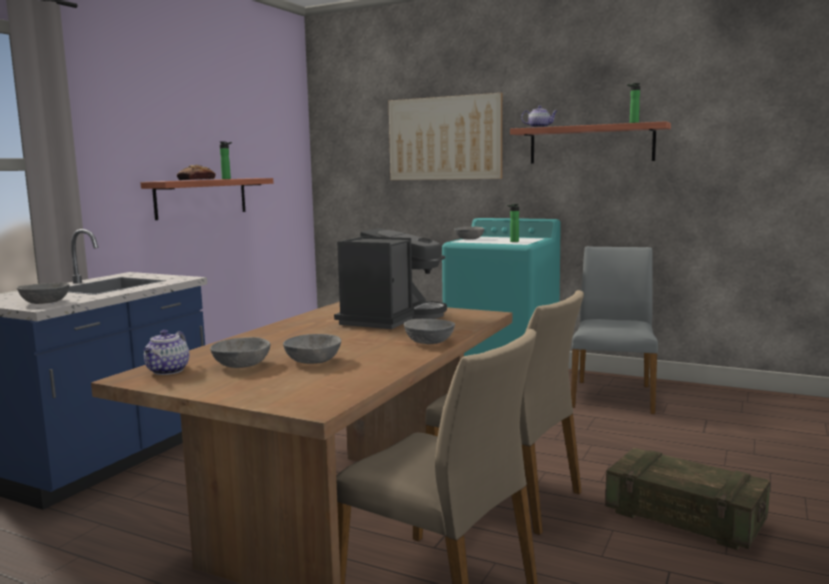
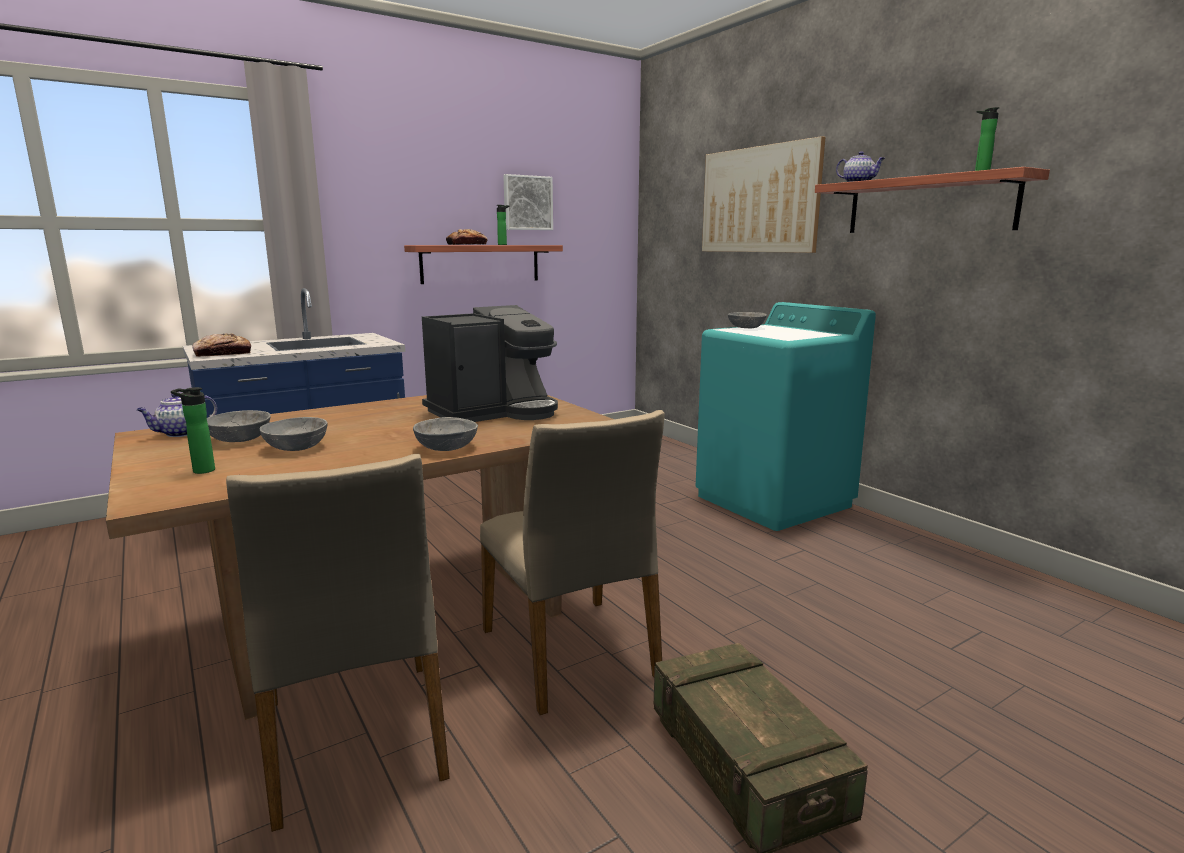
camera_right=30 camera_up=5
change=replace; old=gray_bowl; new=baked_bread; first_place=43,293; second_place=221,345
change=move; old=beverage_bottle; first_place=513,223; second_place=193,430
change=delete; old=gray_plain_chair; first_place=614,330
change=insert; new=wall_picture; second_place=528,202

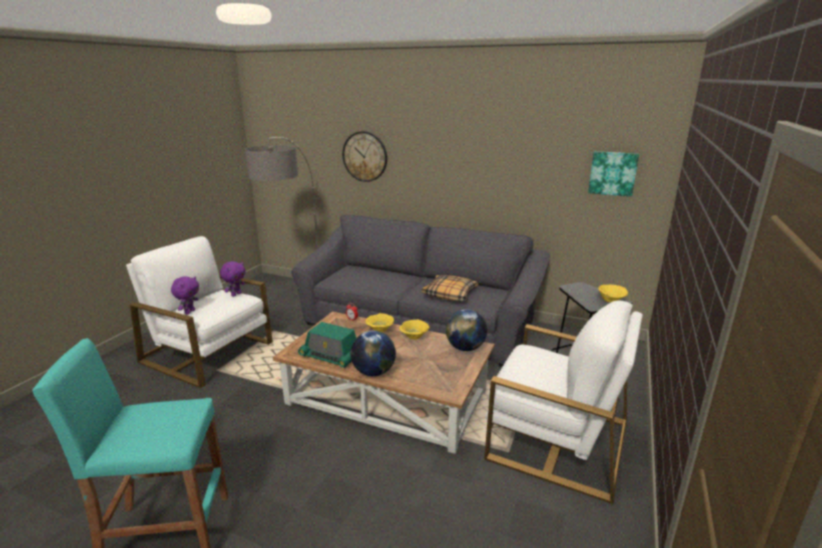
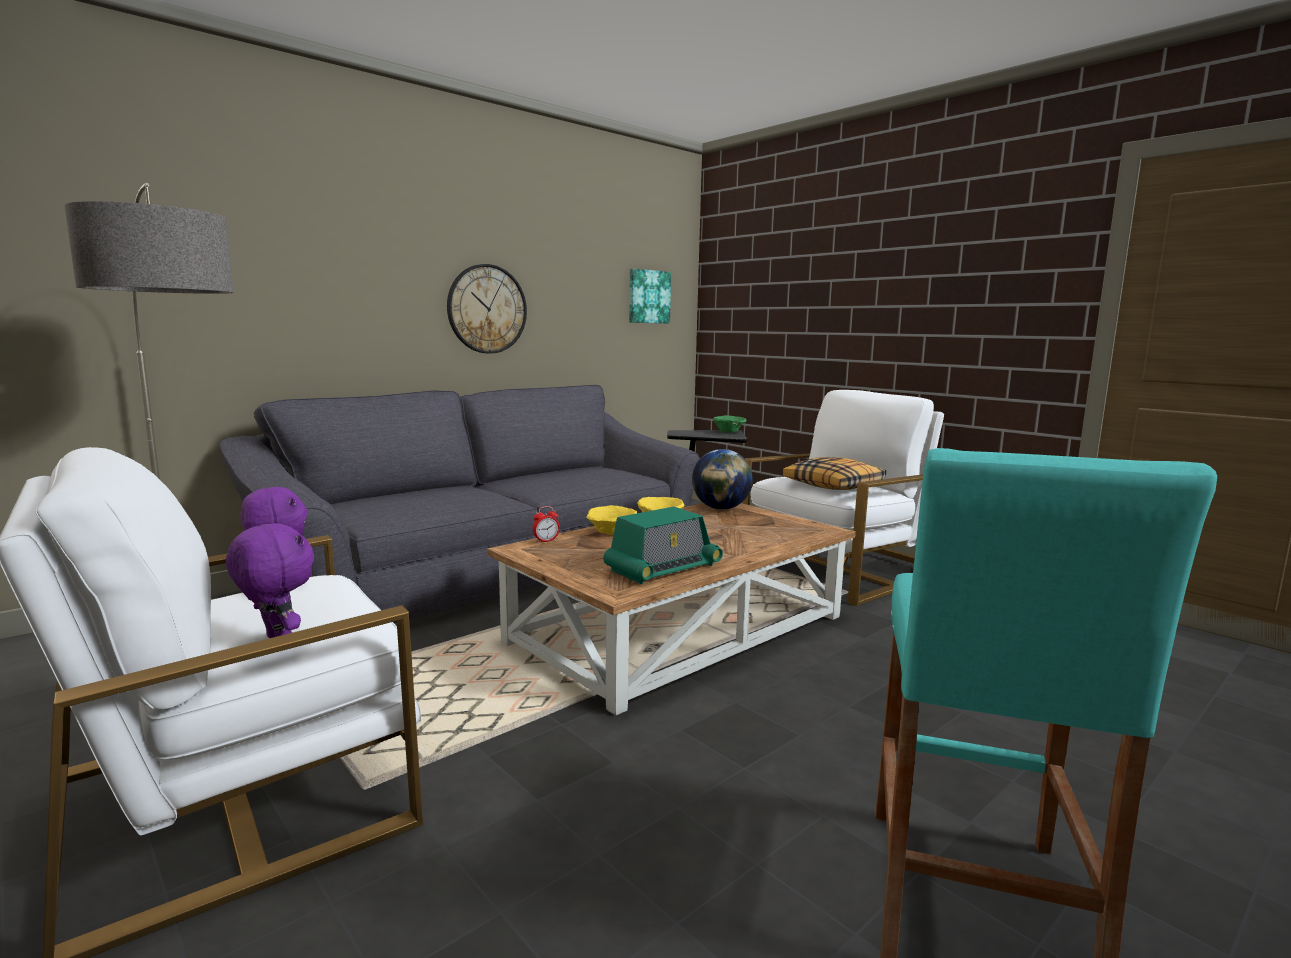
camera_right=-65 camera_up=-10
change=move; old=clock_on_the_wall; first_place=364,156; second_place=487,309
change=delete; old=desk_globe; first_place=373,353
change=move; old=pillow; first_place=450,288; second_place=834,473
change=recolor; old=yellow-coloured_bowl; new=greenish_bowl; first_place=613,293; second_place=729,424

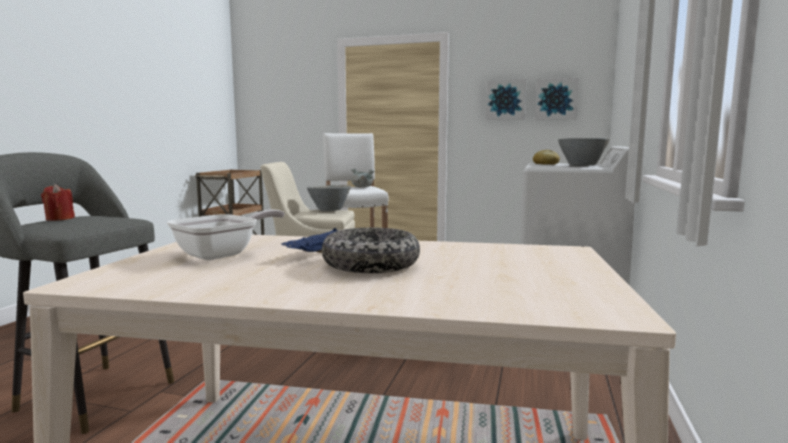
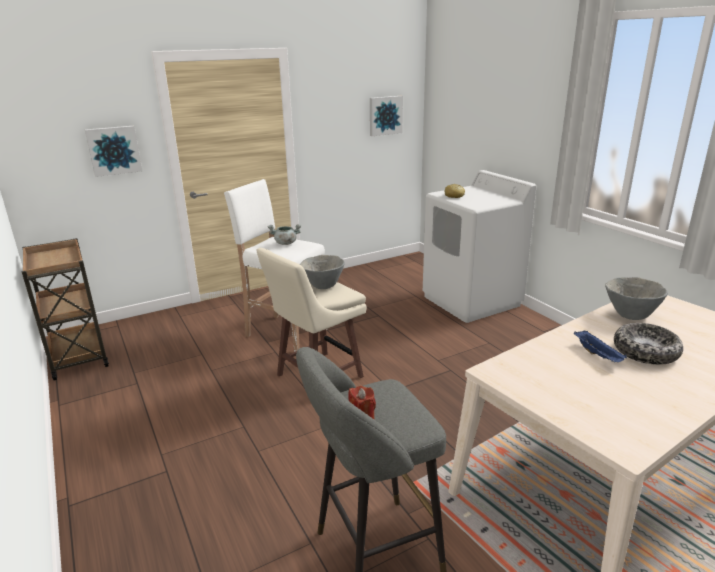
camera_right=-45 camera_up=15
change=delete; old=skillet; first_place=226,235
change=move; old=wall_picture; first_place=506,99; second_place=113,151
change=move; old=gray_bowl; first_place=583,152; second_place=636,298

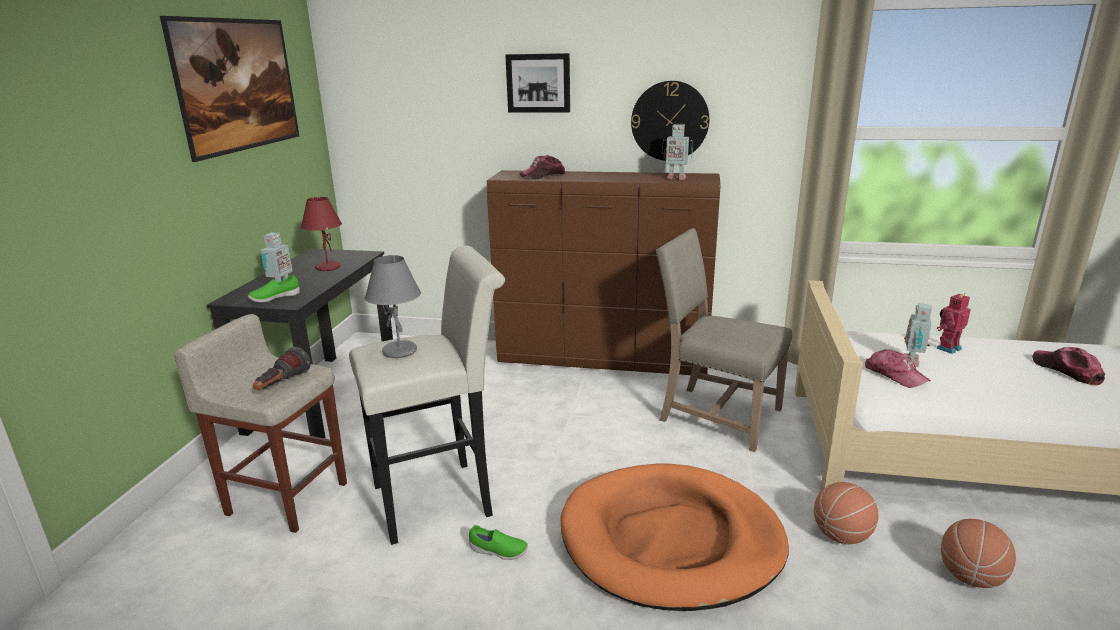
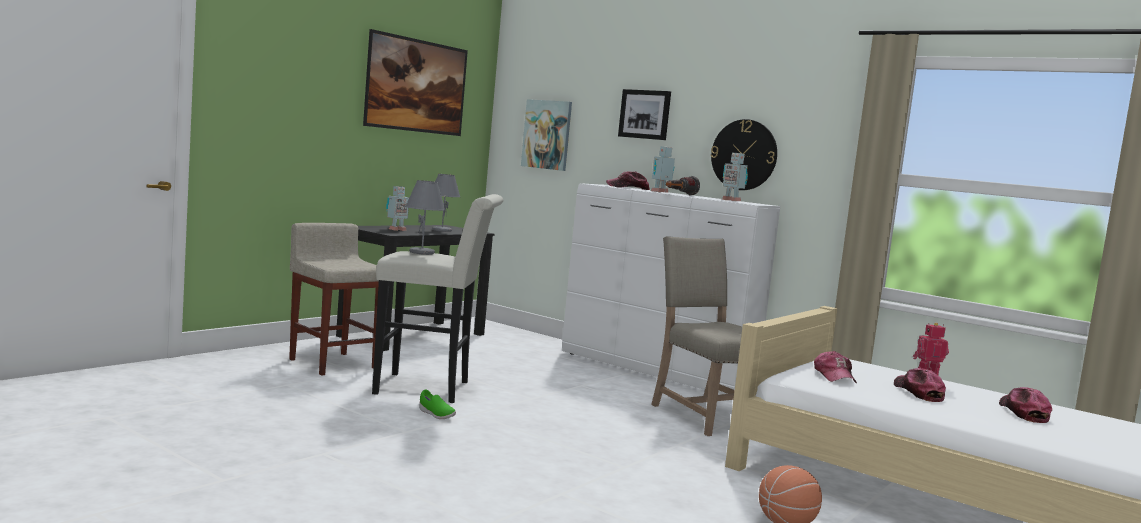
camera_right=25 camera_up=-15
change=delete; old=greenish_shoe; first_place=274,289
change=move; old=flashlight; first_place=282,368; second_place=683,185
change=recolor; old=red_table_lamp; new=gray_table_lamp; first_place=321,234; second_place=446,203
change=recolor; old=brown_drawer_chest; new=whitish_drawer_chest; first_place=604,272; second_place=671,288
change=delete; old=orange_pet_bed; first_place=674,537
change=delete; old=ball_for_basketball; first_place=846,513
change=move; old=toy_robot; first_place=917,335; second_place=663,169
change=insert; new=wall_picture; second_place=546,135
change=insert; new=baseball_cap; second_place=920,385

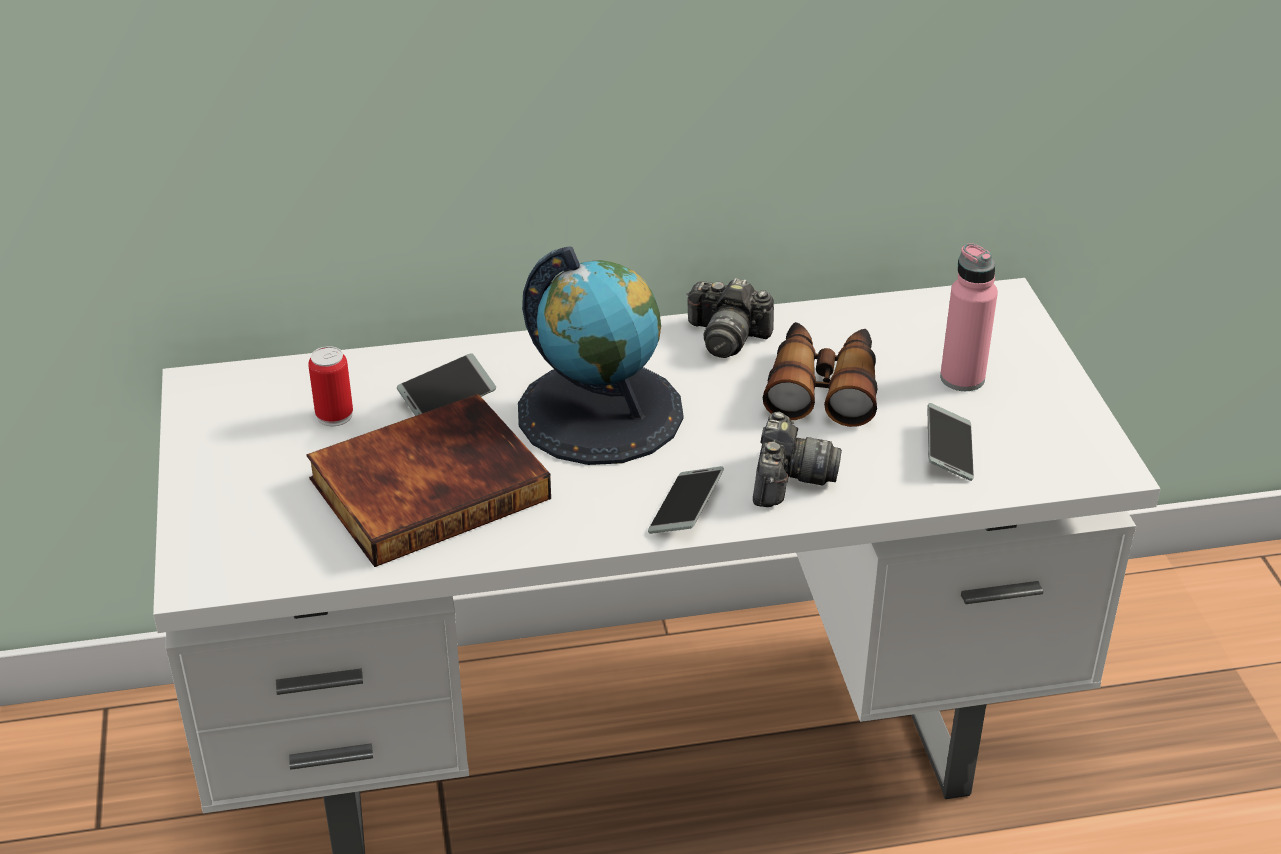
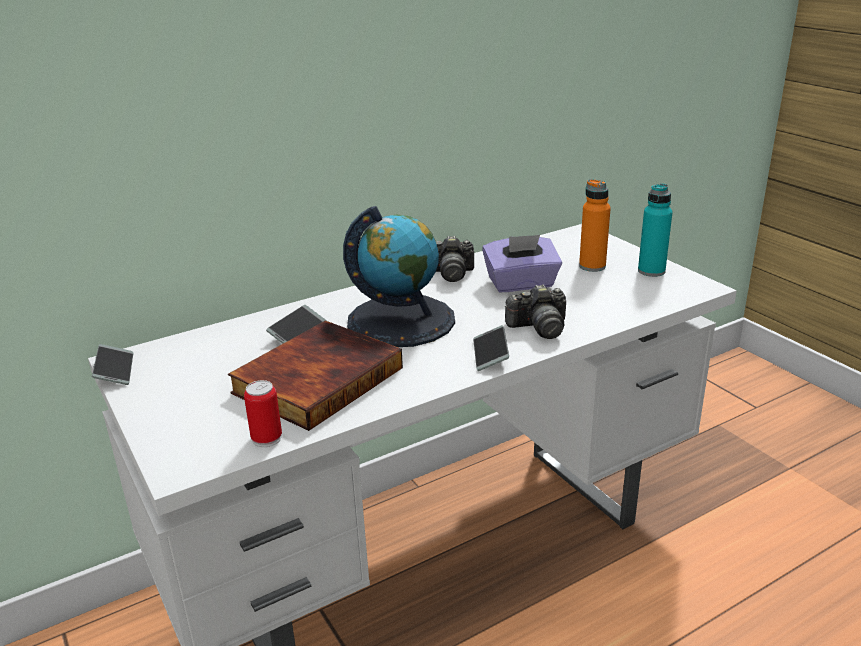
camera_right=-20 camera_up=-10
change=move; old=metal_can; first_place=330,386; second_place=263,413
change=rotate; old=still_camera; first_place=797,459; second_place=535,311; degrees=90
change=replace; old=field_glasses; new=purple-coloured_tissue_box; first_place=820,374; second_place=522,263
change=move; old=handset; first_place=950,442; second_place=112,364
change=recolor; old=pink_beverage_bottle; new=orange_beverage_bottle; first_place=969,317; second_place=595,225
change=insert; new=blue-green_beverage_bottle; second_place=655,230

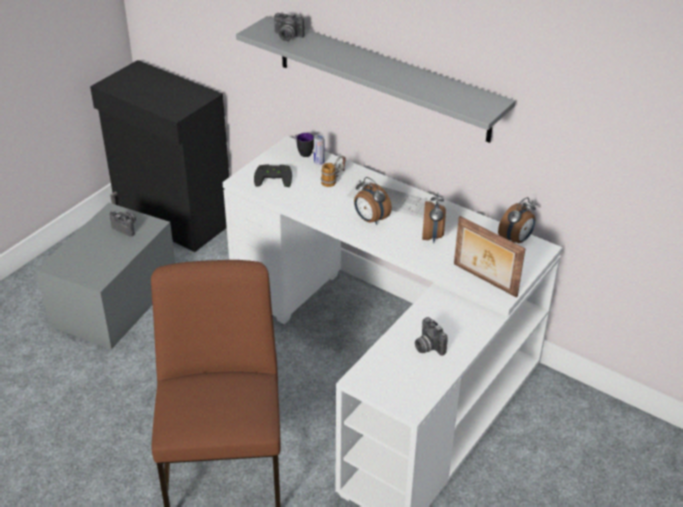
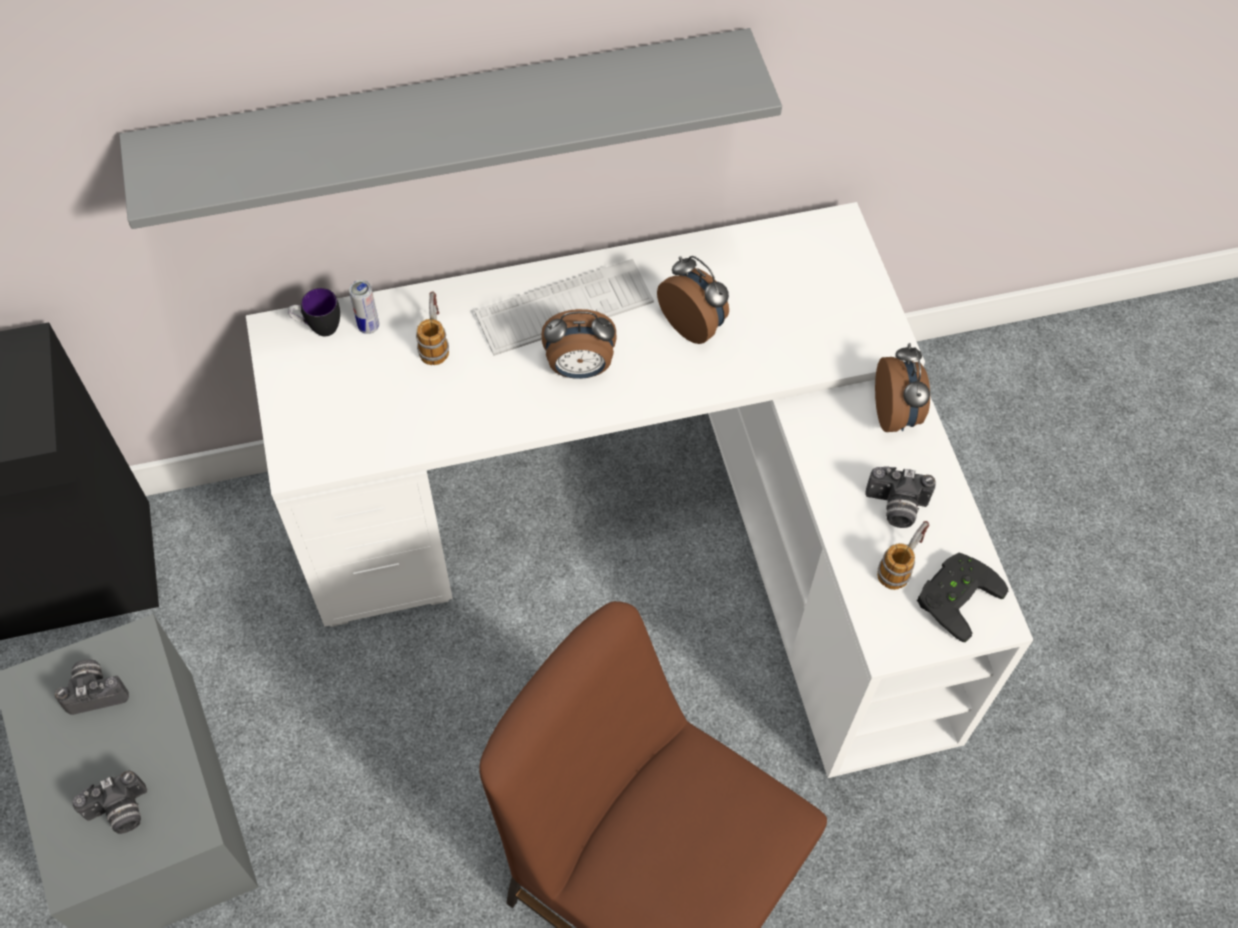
camera_right=-50 camera_up=20
change=move; old=blackish_game_controller; first_place=273,175; second_place=962,597
change=move; old=still_camera; first_place=289,26; second_place=109,802
change=delete; old=photo_frame; first_place=489,257
change=move; old=alarm_clock; first_place=517,220; second_place=902,387
change=insert; new=mug; second_place=903,555

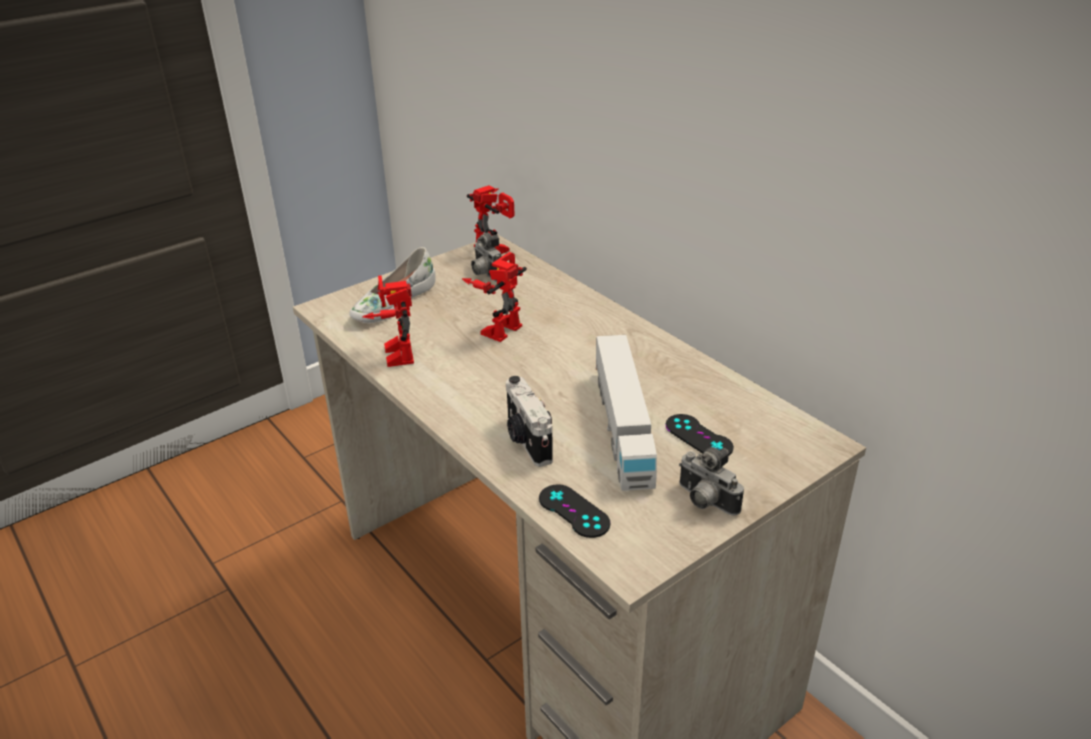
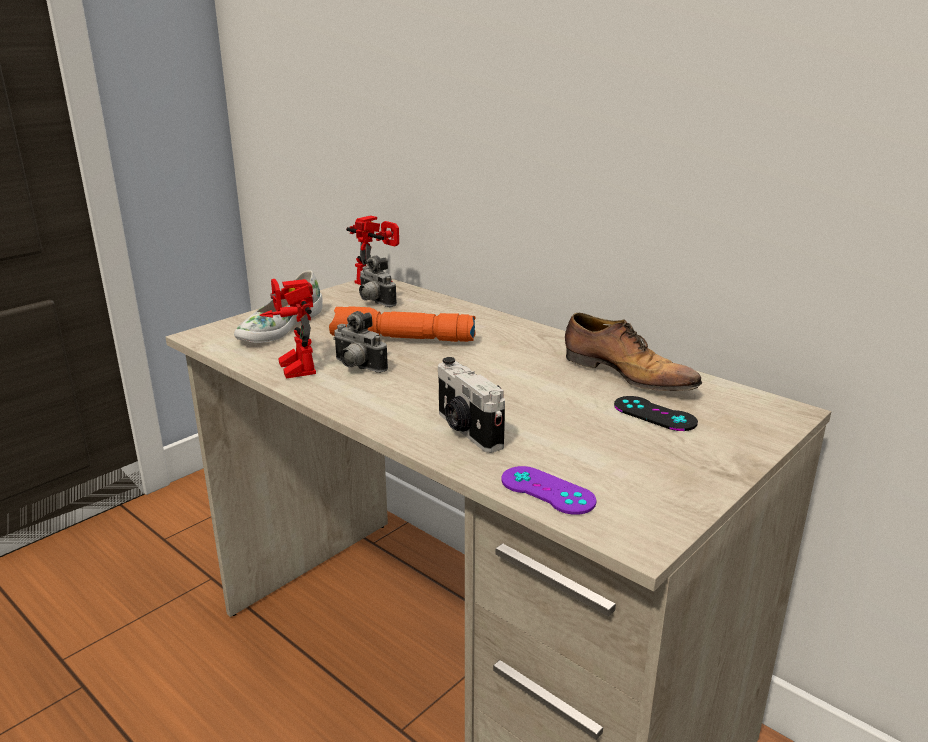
camera_right=-10 camera_up=-10
change=replace; old=toy_robot; new=orange_flashlight; first_place=494,297; second_place=402,324
change=recolor; old=blackish_game_controller; new=purple-coloured_game_controller; first_place=575,511; second_place=548,490
change=delete; old=model_truck; first_place=626,413
change=move; old=still_camera; first_place=711,481; second_place=360,342
change=insert; new=shoe; second_place=633,354

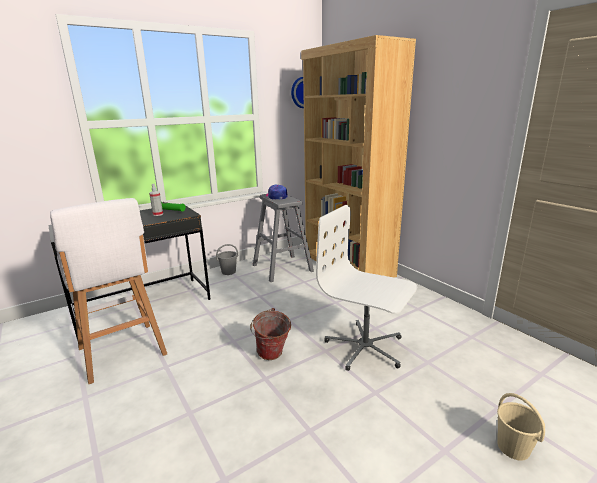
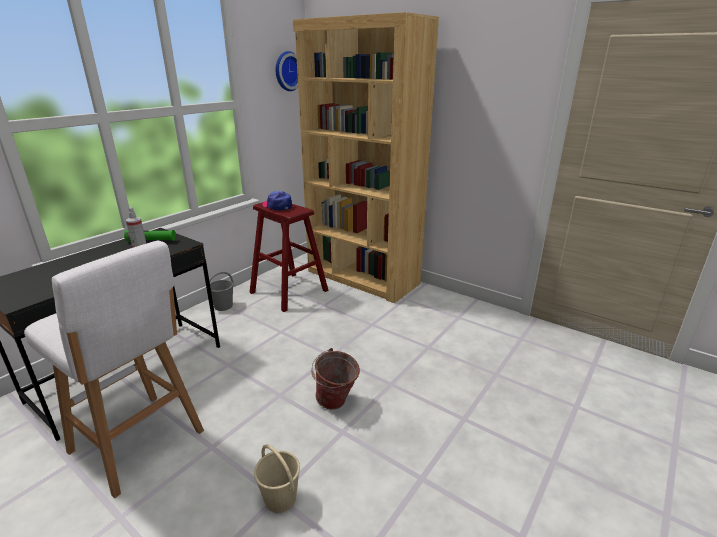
camera_right=-20 camera_up=5
change=recolor; old=gray_stool_seat; new=red_stool_seat; first_place=283,238; second_place=288,257
change=delete; old=whitish_office_chair; first_place=366,288
change=move; old=beige_bucket; first_place=521,427; second_place=277,478

